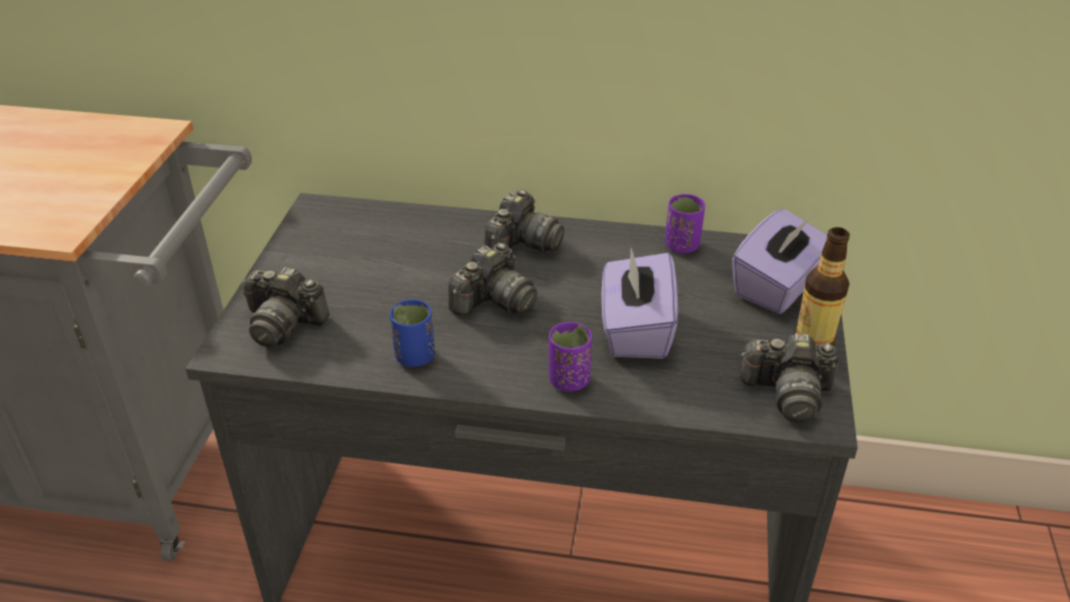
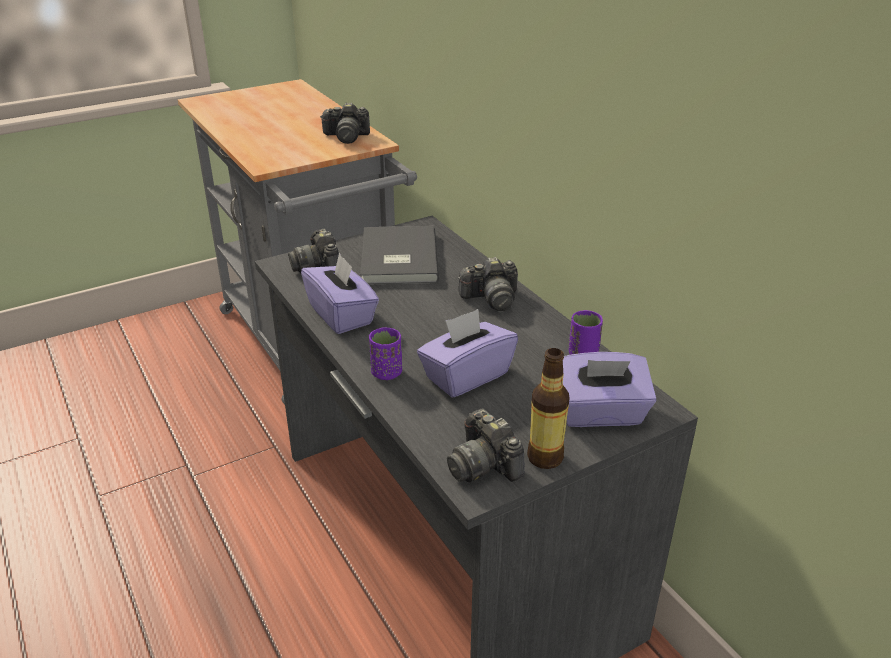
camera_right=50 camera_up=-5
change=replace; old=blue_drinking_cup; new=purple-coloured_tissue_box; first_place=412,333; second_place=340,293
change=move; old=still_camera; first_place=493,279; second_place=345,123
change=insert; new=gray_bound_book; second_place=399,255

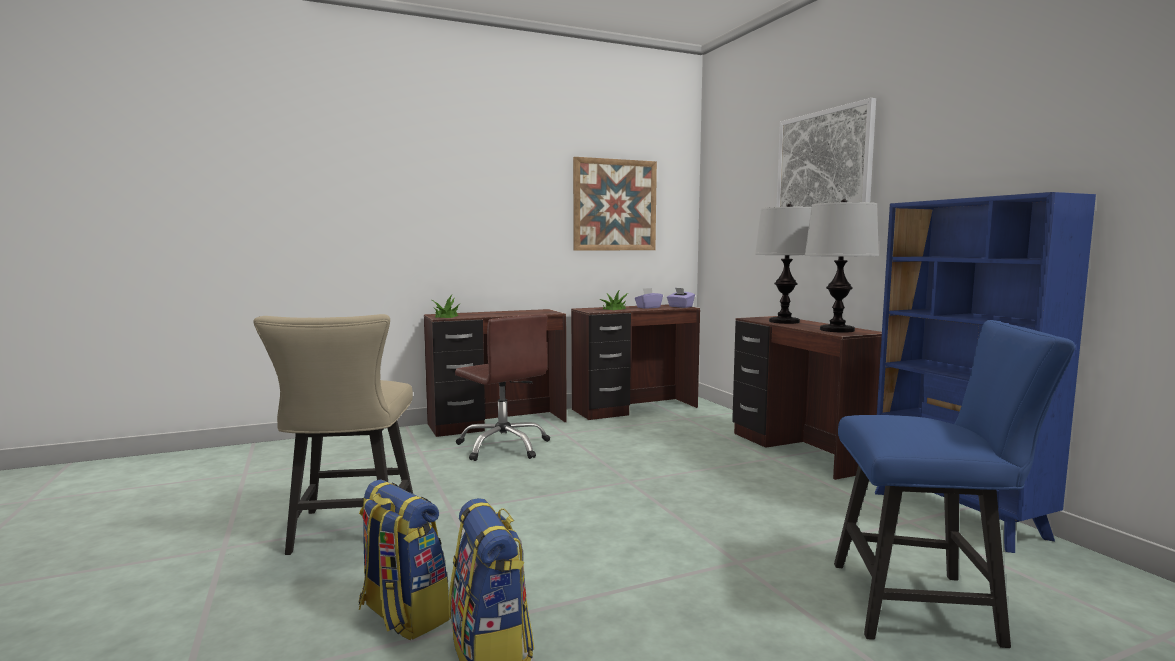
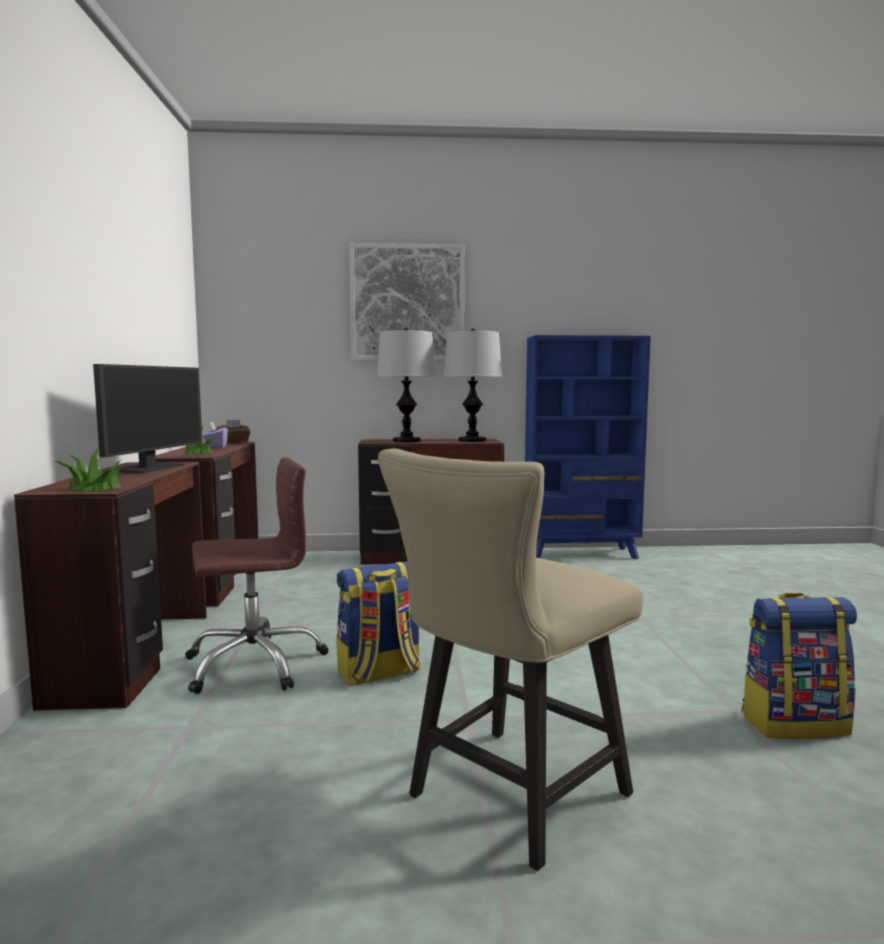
camera_right=-70 camera_up=0
change=rotate; old=beige_plain_chair; first_place=333,434; second_place=510,659; degrees=120
change=move; old=rucksack; first_place=404,559; second_place=378,623
change=delete; old=wall_picture; first_place=615,204
change=recolor; old=purple-coloured_tissue_box; new=brown_tissue_box; first_place=681,298; second_place=233,432
change=delete; old=blue_plain_chair; first_place=955,484
change=insert; new=computer_screen; second_place=147,418

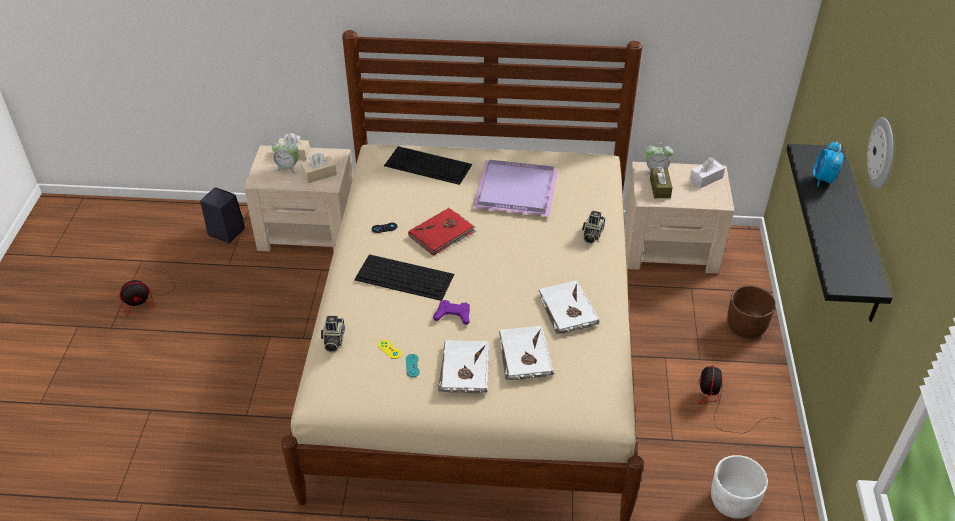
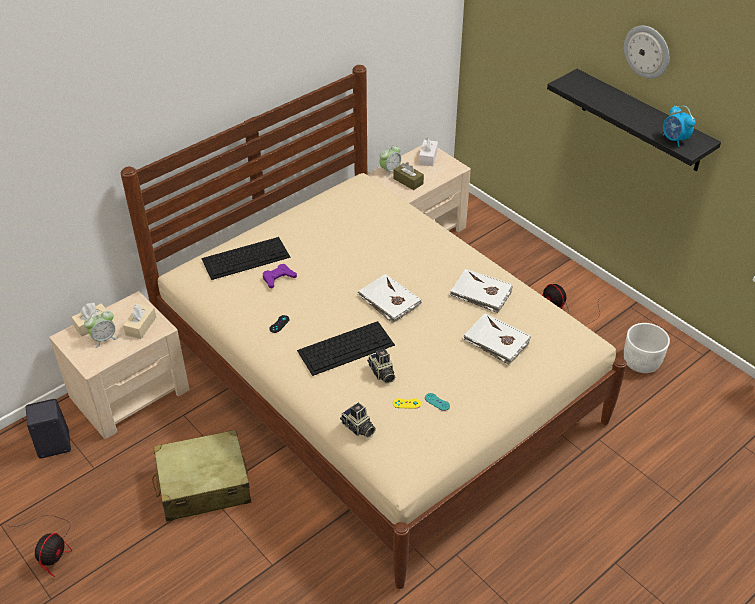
camera_right=-45 camera_up=0
change=delete; old=red_bound_book; first_place=442,232
change=move; old=purple-coloured_game_controller; first_place=451,312; second_place=280,276
change=move; old=whitish_bound_book; first_place=463,366; second_place=390,298
change=delete; old=purple-coloured_carrying_tray; first_place=515,188
change=move; old=still_camera; first_place=593,227; second_place=381,366
change=delete; old=brown_planter; first_place=751,312
change=move; old=alarm_clock; first_place=828,164; second_place=679,126
change=insert; new=beige_suitcase; second_place=201,475

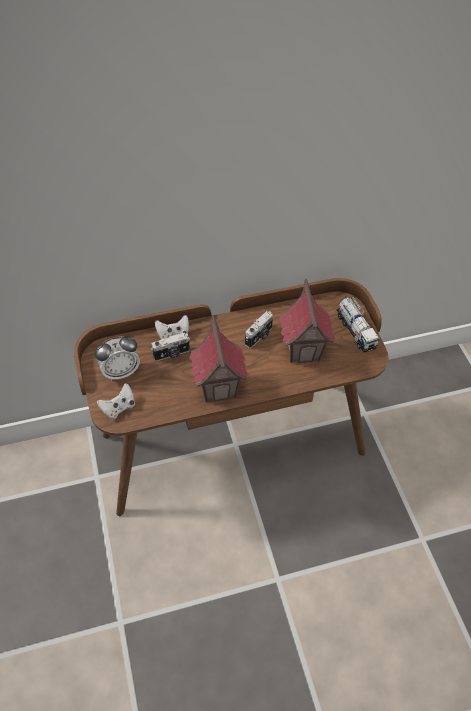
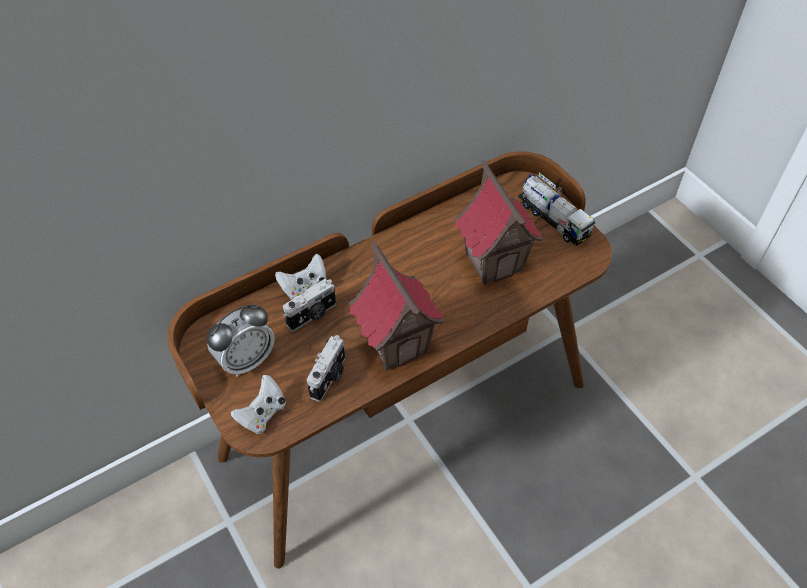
camera_right=-15 camera_up=0
change=move; old=still_camera; first_place=259,329; second_place=326,368

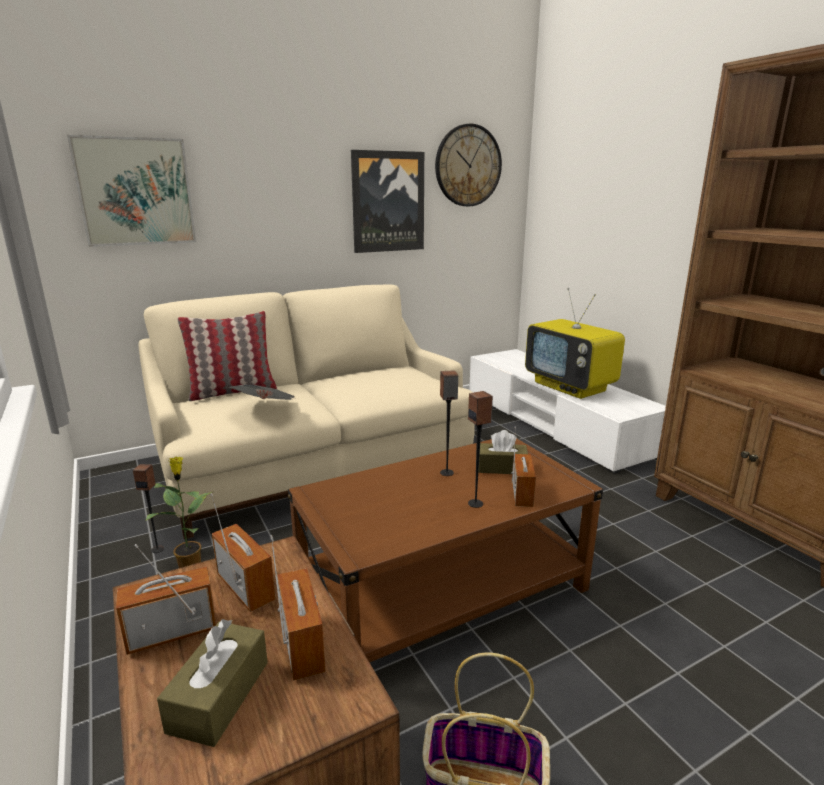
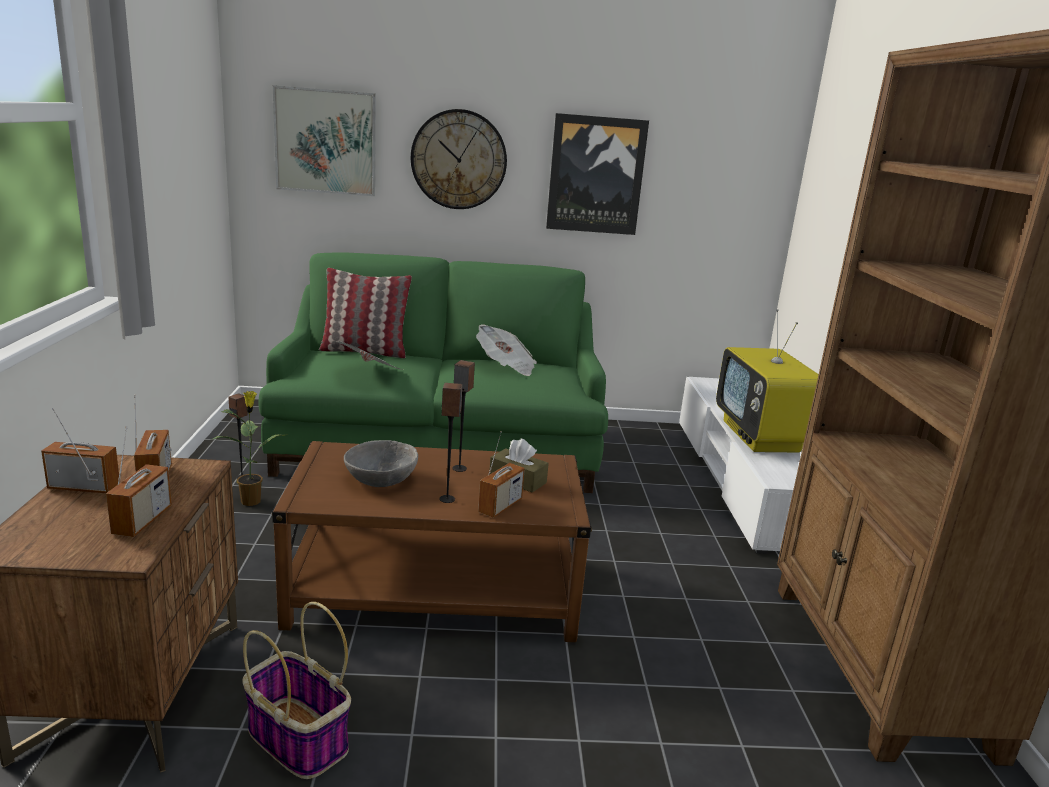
camera_right=25 camera_up=0
change=recolor; old=beige_sofa; new=greenish_sofa; first_place=307,411; second_place=433,372
change=delete; old=brown_tissue_box; first_place=212,683
change=move; old=clock_on_the_wall; first_place=468,165; second_place=459,159
change=insert; new=gray_bowl; second_place=381,463
change=insert; new=daily_paper; second_place=506,350

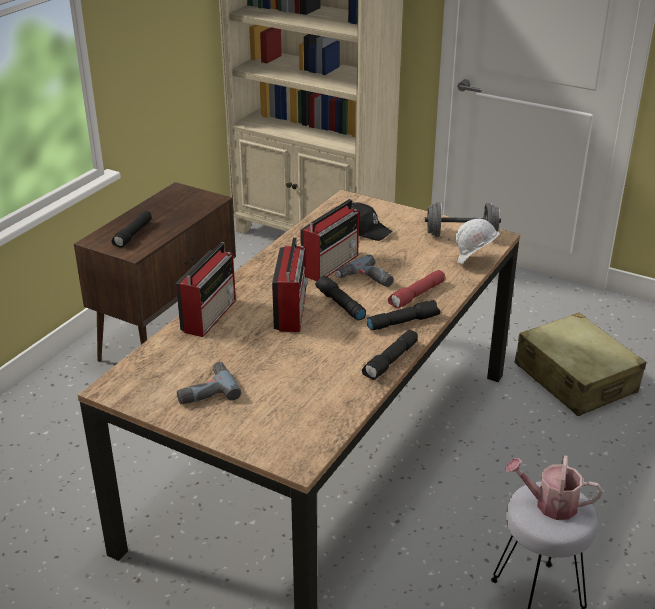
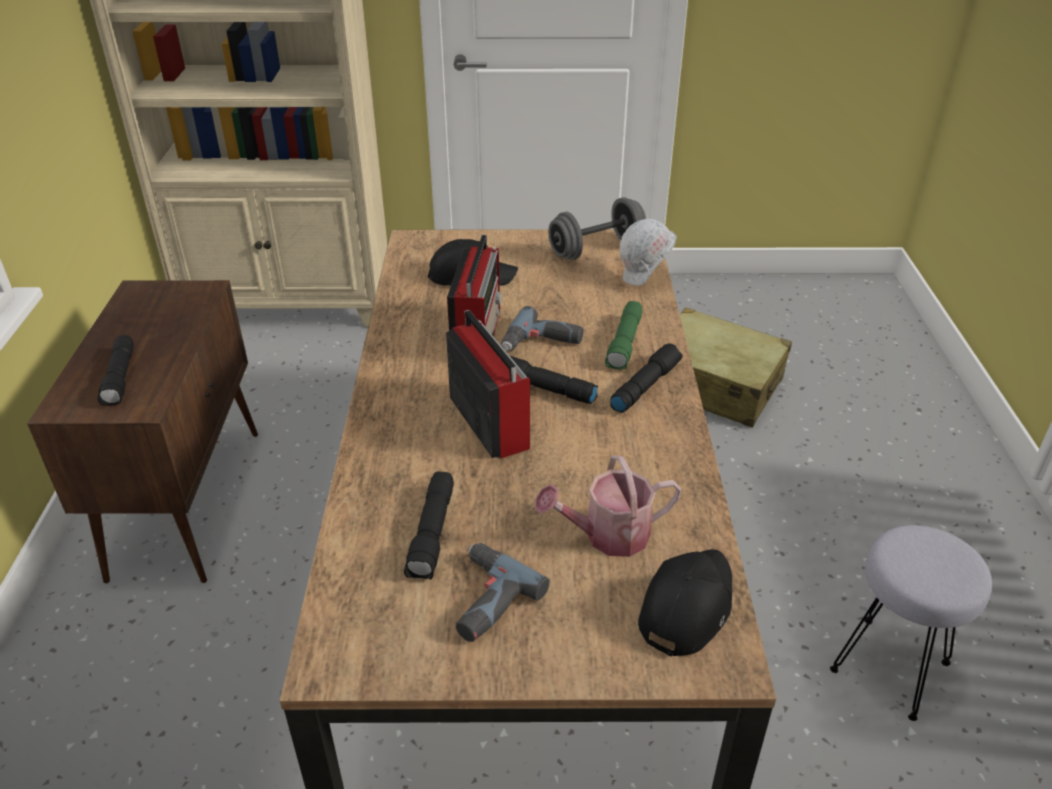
camera_right=-30 camera_up=5
change=delete; old=radio_receiver; first_place=206,289
change=move; old=blackish_flashlight; first_place=390,355; second_place=429,525
change=recolor; old=red_flashlight; new=greenish_flashlight; first_place=416,289; second_place=624,335
change=move; old=watering_can; first_place=554,487; second_place=608,506
change=insert; new=blackish_baseball_cap; second_place=685,603

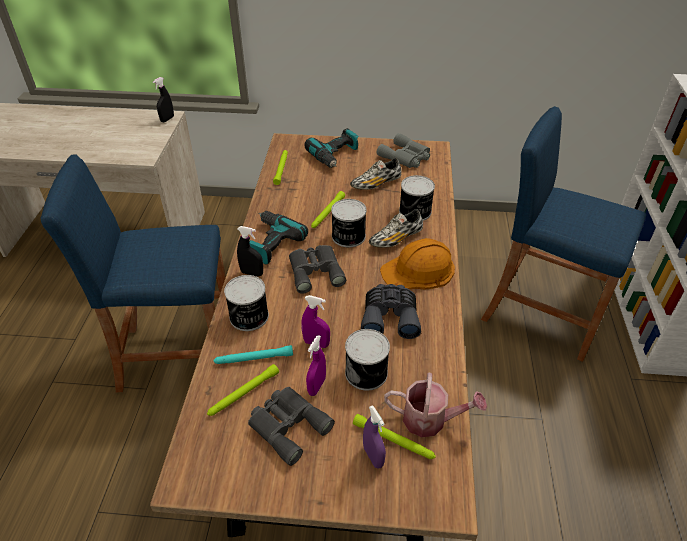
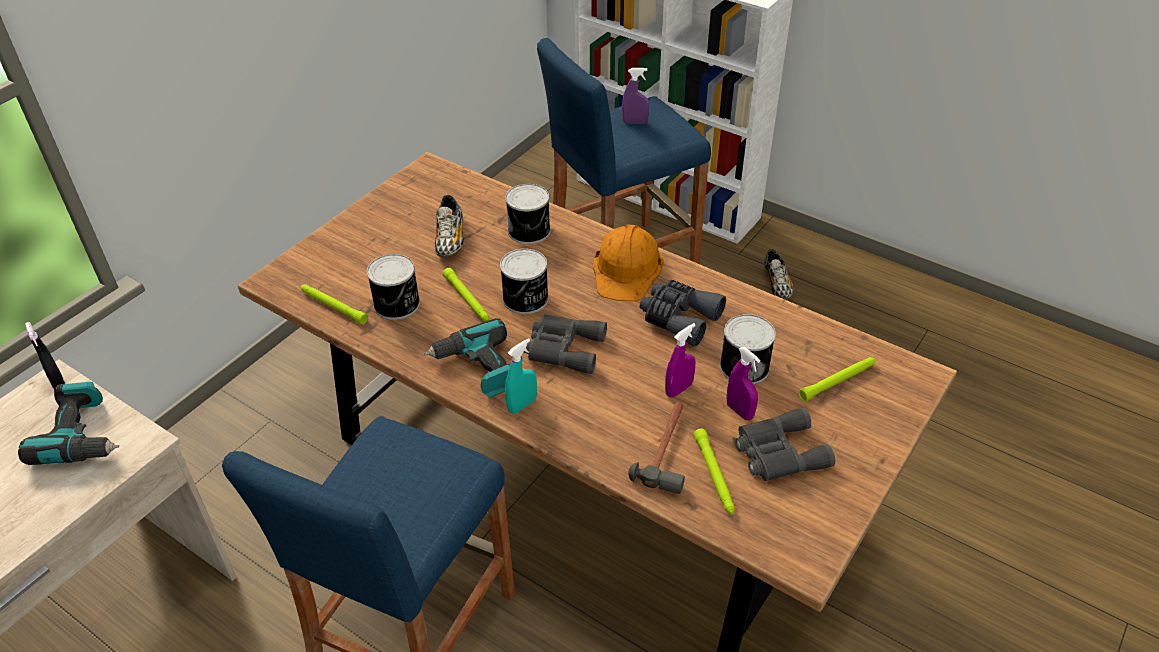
camera_right=-60 camera_up=0
change=replace; old=blue-green_flashlight; new=tool_hammer; first_place=253,354; second_place=656,448
change=move; old=metal_can; first_place=246,303; second_place=393,287
change=recolor; old=blackish_spray_bottle; new=blue-green_spray_bottle; first_place=250,251; second_place=521,375
change=move; old=electric_drill; first_place=331,148; second_place=68,423
change=move; old=purple-coloured_spray_bottle; first_place=374,437; second_place=635,96
change=move; old=shoe; first_place=396,228; second_place=779,274
change=delete; old=gray_field_glasses; first_place=403,150
change=delete; old=watering_can; first_place=435,404

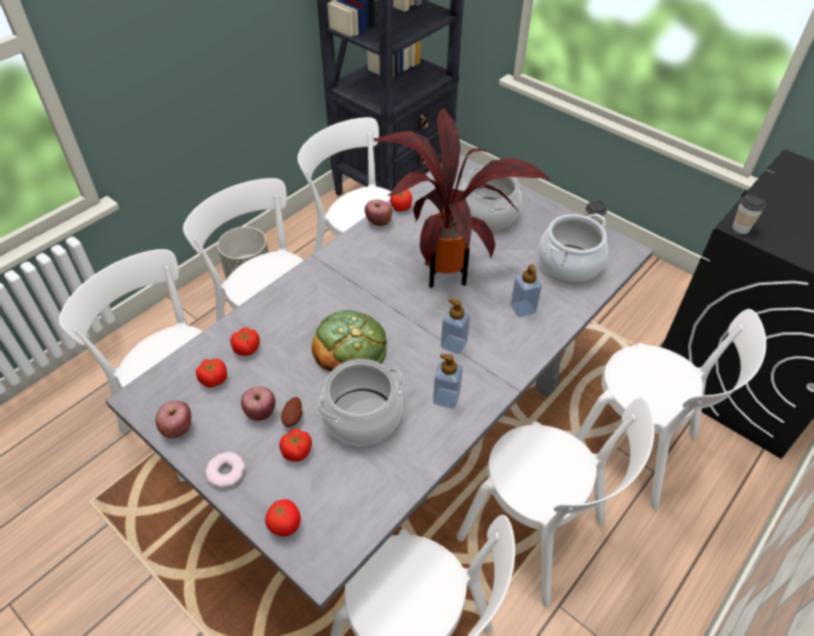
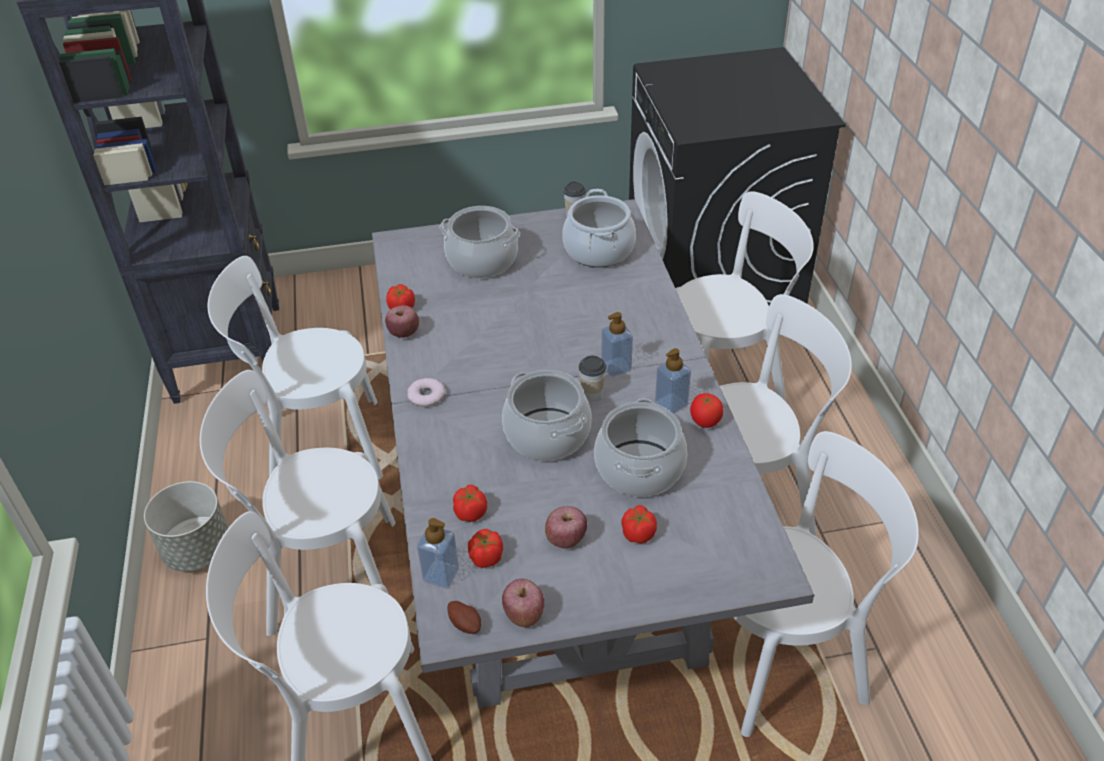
camera_right=-50 camera_up=-5
change=move; old=ring_doughnut; first_place=225,470; second_place=426,392
change=move; old=fresh_tomato; first_place=283,517; second_place=707,410
change=move; old=whole_potato; first_place=291,412; second_place=464,617
change=replace; old=baked_bread; new=saucepot; first_place=349,340; second_place=546,415
change=delete; old=plant_in_a_pot; first_place=461,197
change=move; old=liquid_soap_bottle; first_place=526,290; second_place=438,553
change=move; old=drinking_cup; first_place=748,214; second_place=592,379

